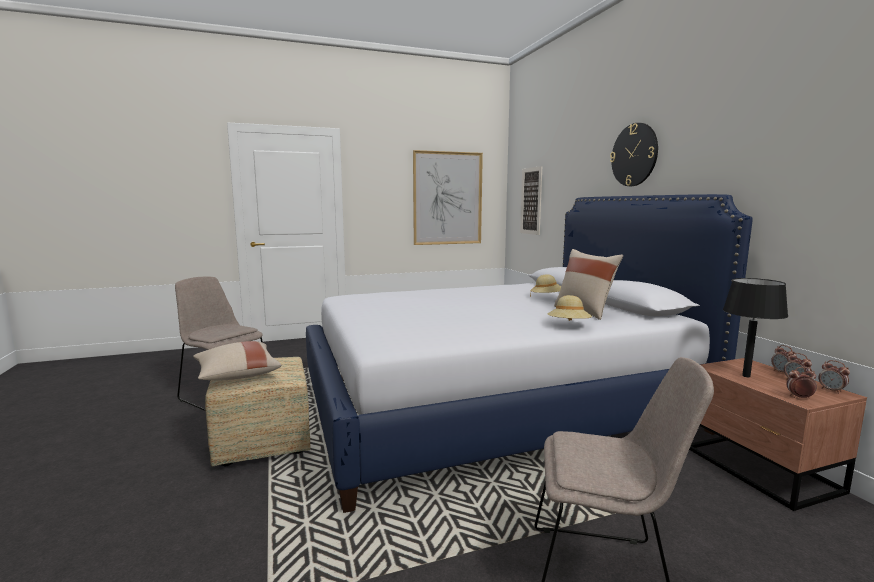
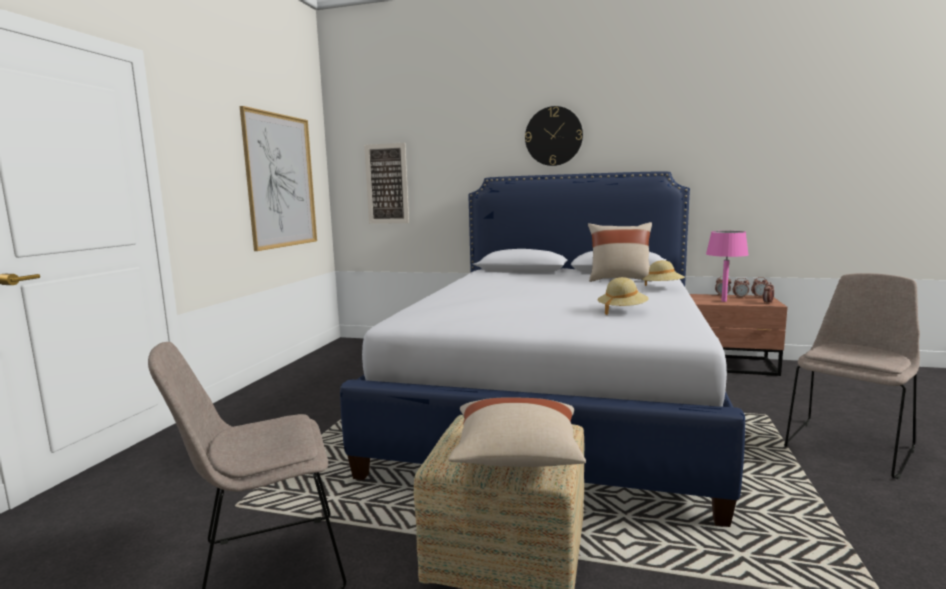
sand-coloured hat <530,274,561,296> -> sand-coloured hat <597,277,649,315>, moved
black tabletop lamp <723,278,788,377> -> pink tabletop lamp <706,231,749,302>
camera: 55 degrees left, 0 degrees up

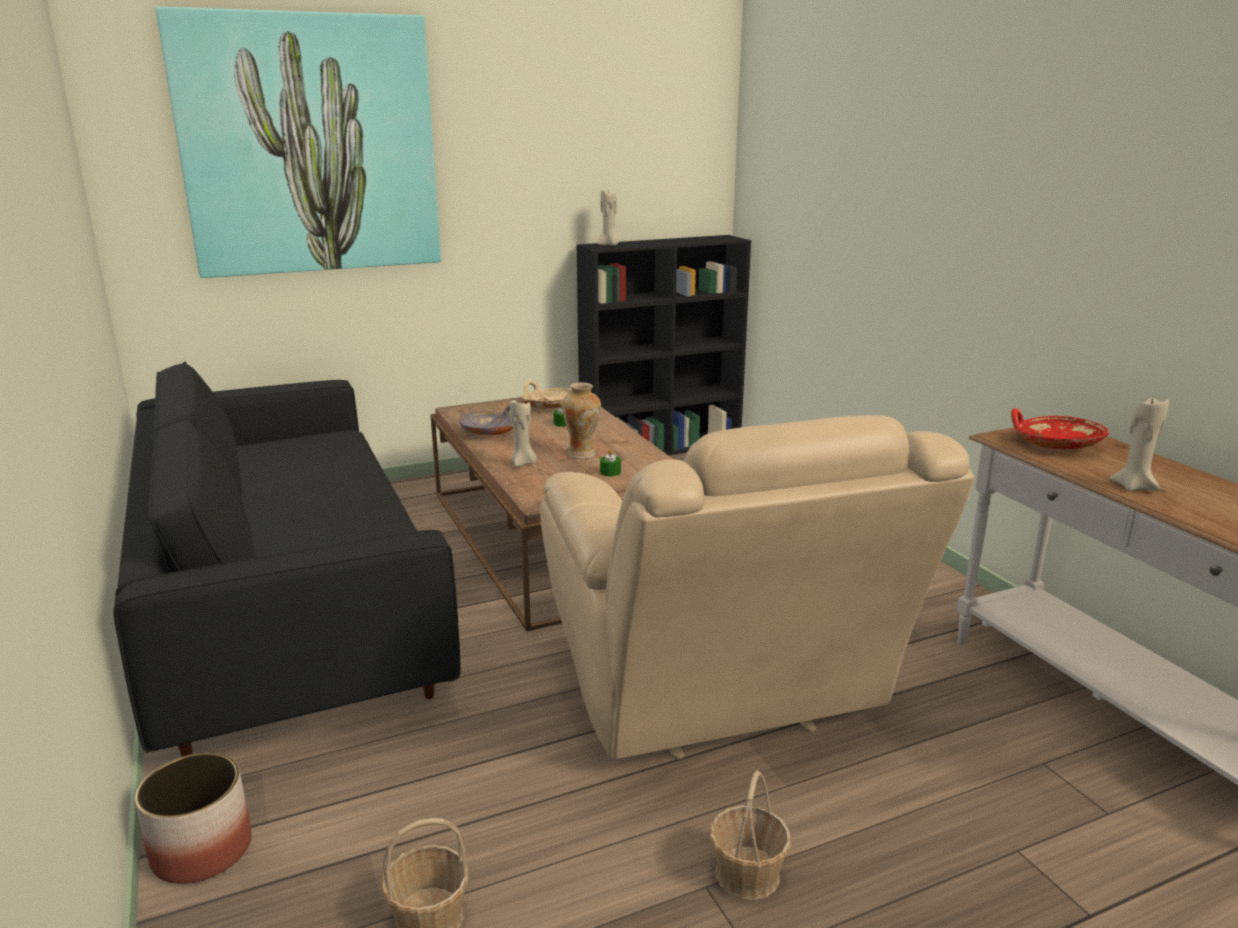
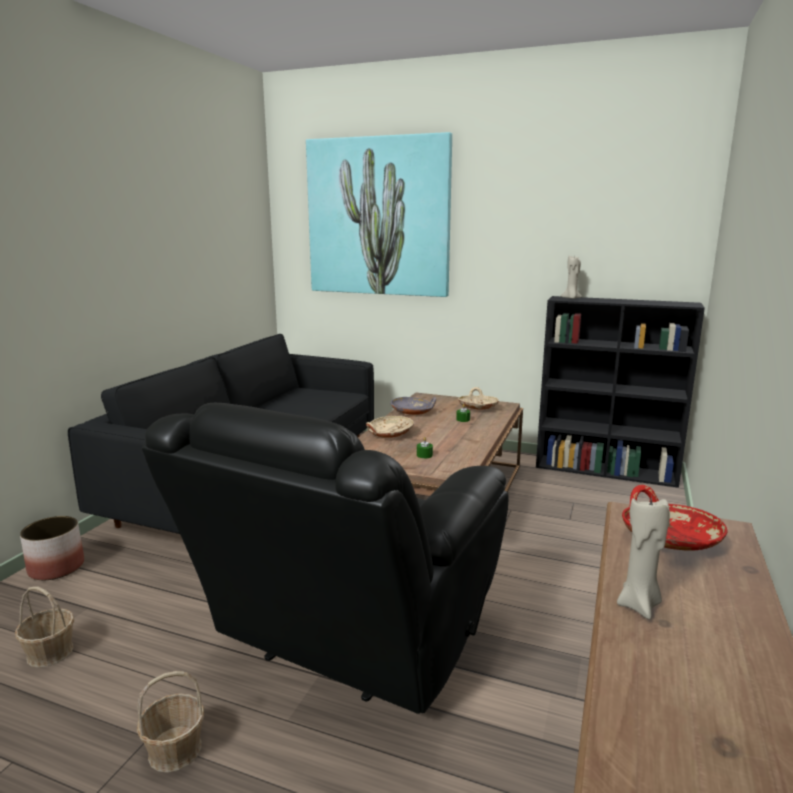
sand-coloured lounge chair <540,415,974,760> -> black lounge chair <142,403,509,714>
sand-coloured wax candle <510,400,537,467> -> sand-coloured serving bowl <366,416,414,438>
flower vase <562,382,601,459> -> none
camera: 45 degrees right, 5 degrees down

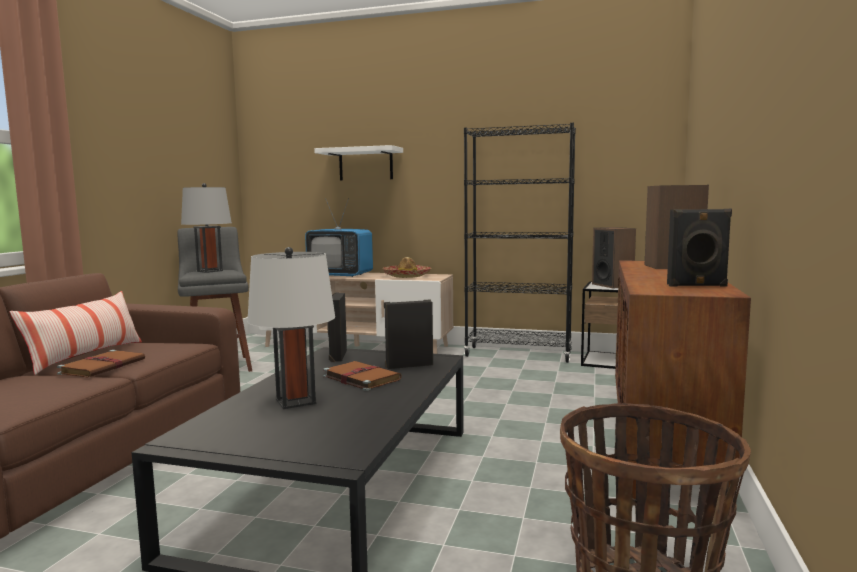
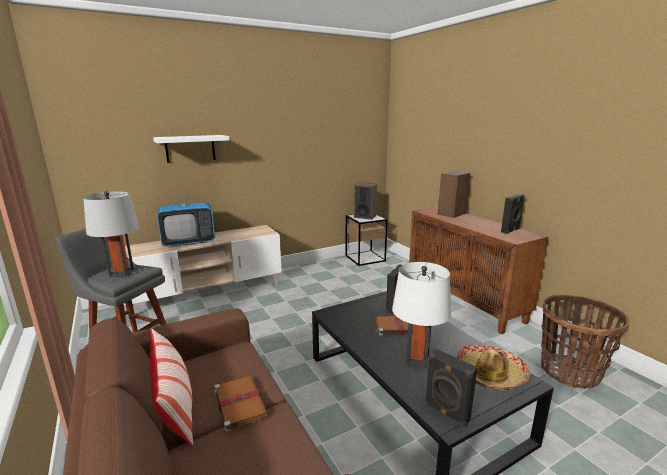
black loudspeaker <328,292,347,362> -> black loudspeaker <425,348,478,427>, moved
hat <382,257,431,278> -> hat <457,344,530,390>, moved
black bookshelf <464,123,576,363> -> none
camera: 45 degrees left, 10 degrees up

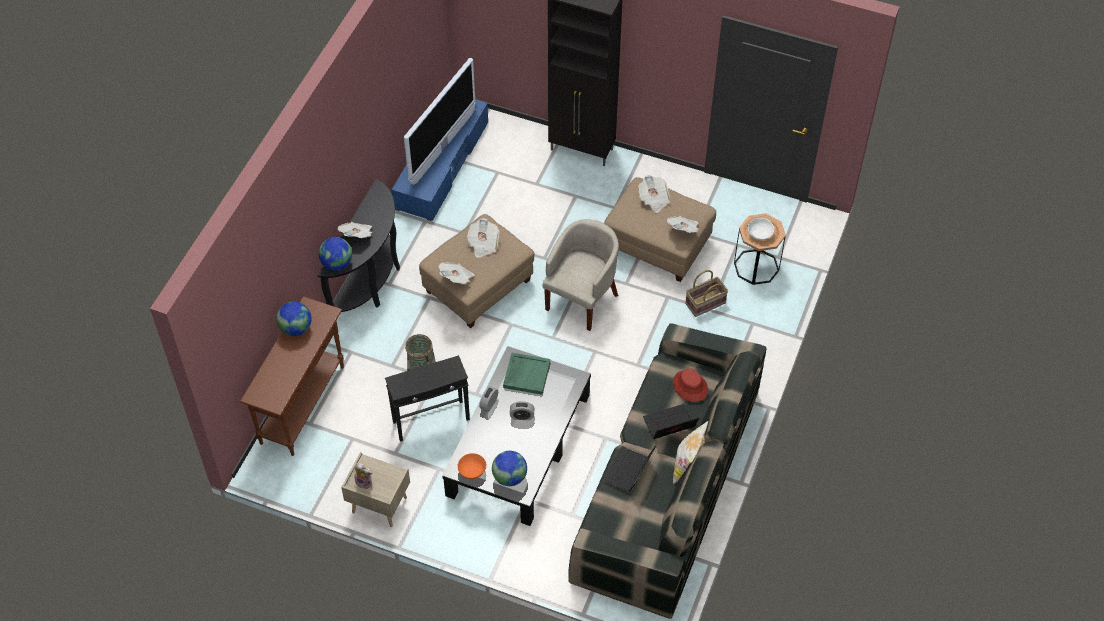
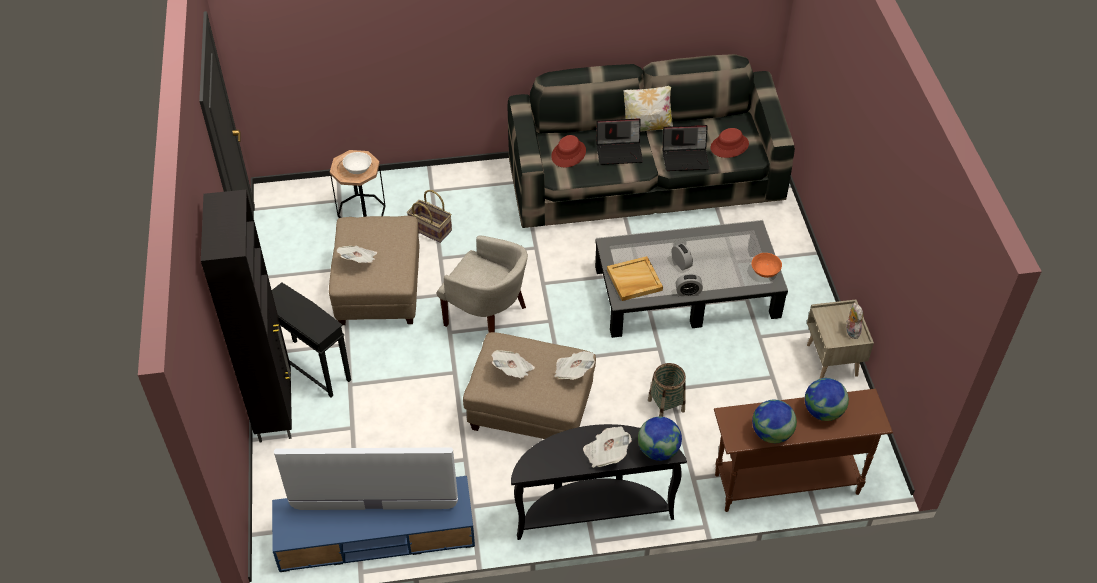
black end table <385,355,470,442> -> black end table <272,283,351,397>, moved
sand-coloured lounge chair <543,219,619,331> -> sand-coloured lounge chair <436,235,528,332>, 150 degrees counterclockwise
laptop <643,404,699,439> -> laptop <596,118,643,165>, 45 degrees counterclockwise
greenish tray <503,353,550,395> -> sand-coloured tray <607,256,663,301>
none -> red-coloured hat <711,128,749,158>
world globe <492,451,527,486> -> world globe <805,378,849,421>, moved
printed paper <667,216,699,233> -> none
camera: 120 degrees left, 5 degrees down

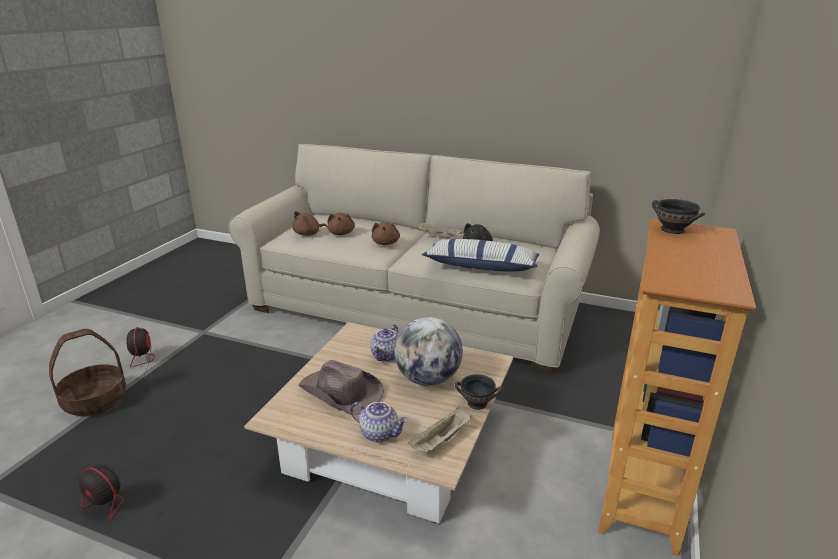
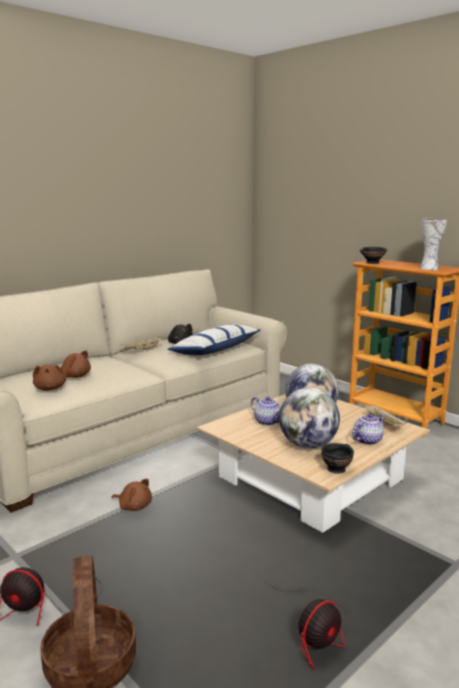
brownish plush toy <372,222,400,245> -> brownish plush toy <112,479,152,511>, moved
brownish hat <299,360,384,415> -> world globe <279,388,340,449>
black serving bowl <455,374,502,410> -> black serving bowl <321,443,354,474>, moved
none -> flower vase <420,219,447,270>
camera: 65 degrees left, 10 degrees down

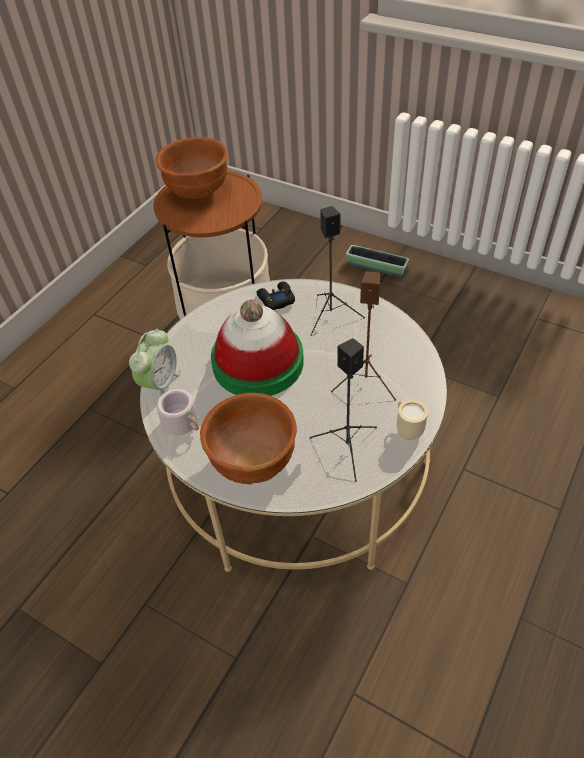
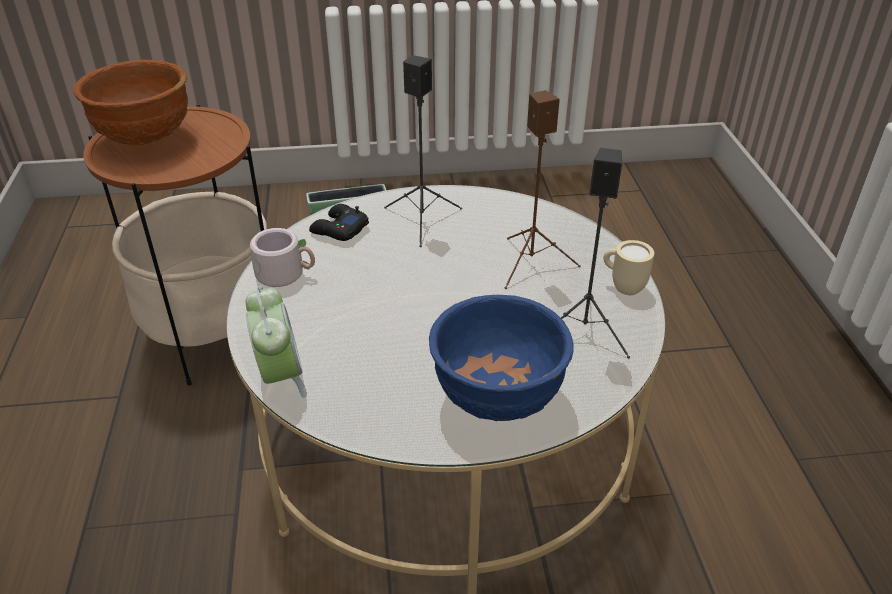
grey tea mug <157,389,199,435> -> grey tea mug <250,228,315,287>, moved
brownish serving bowl <200,393,297,485> -> blue-coloured serving bowl <429,295,574,421>
hat <211,300,304,396> -> none
camera: 40 degrees left, 10 degrees down

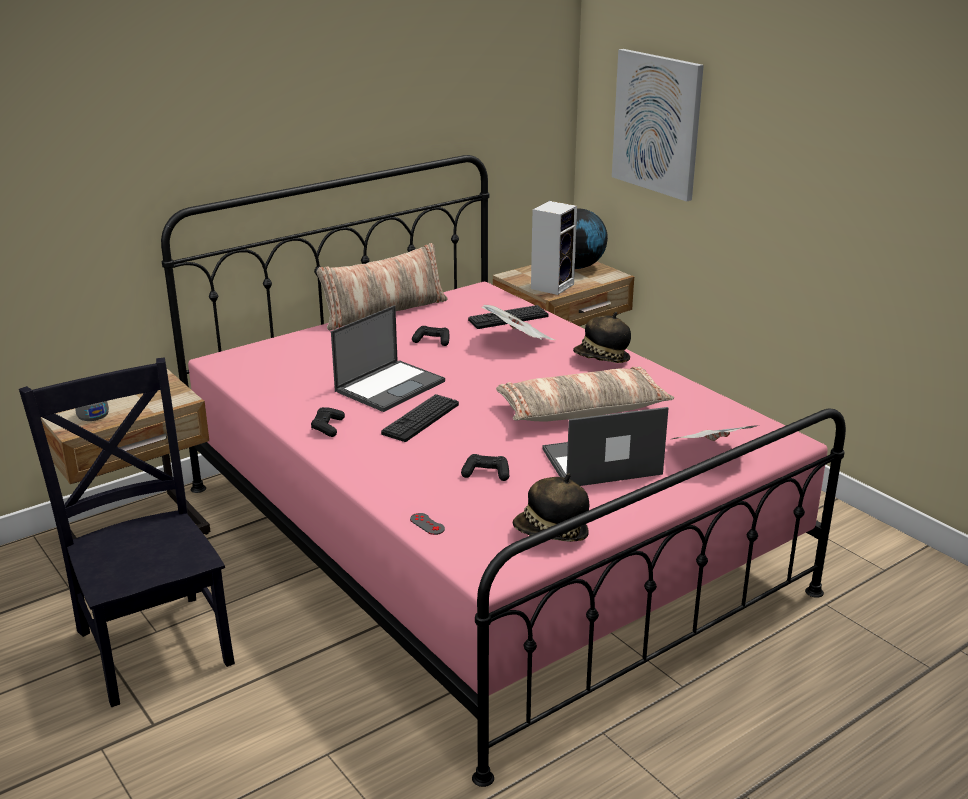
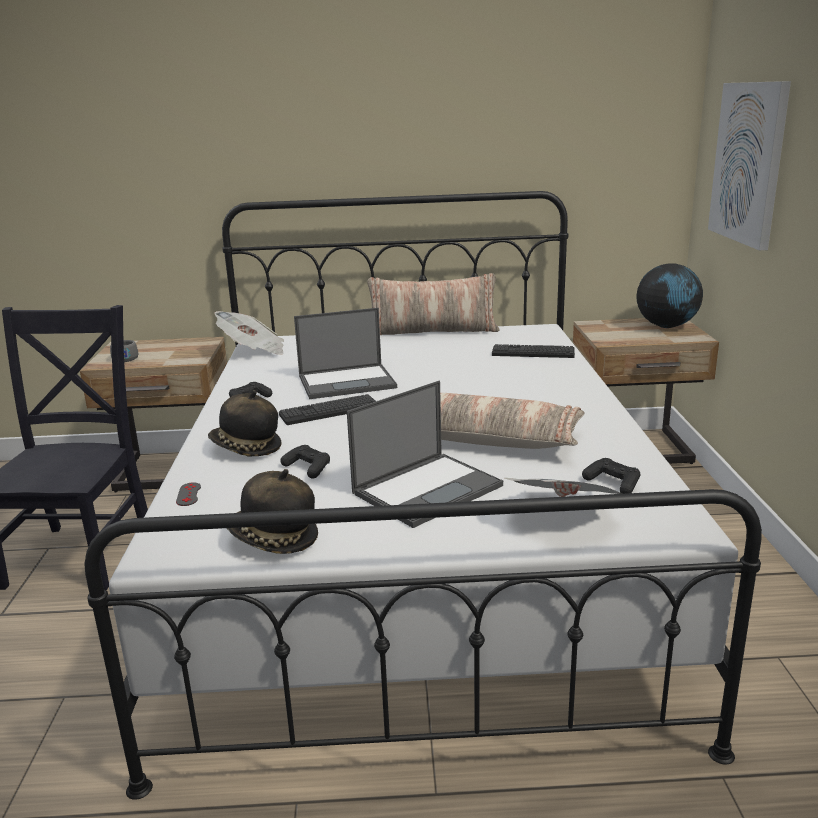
pink bed <161,155,846,787> -> white bed <84,191,762,800>
hat <573,312,631,363> -> hat <208,390,281,456>, moved
printed paper <482,305,556,340> -> printed paper <215,311,284,355>, moved
laptop <543,407,669,486> -> laptop <347,381,503,528>, 120 degrees clockwise
black joypad <412,326,449,346> -> black joypad <582,458,640,494>, moved
loudspeaker <531,201,577,295> -> none
camera: 35 degrees right, 5 degrees down

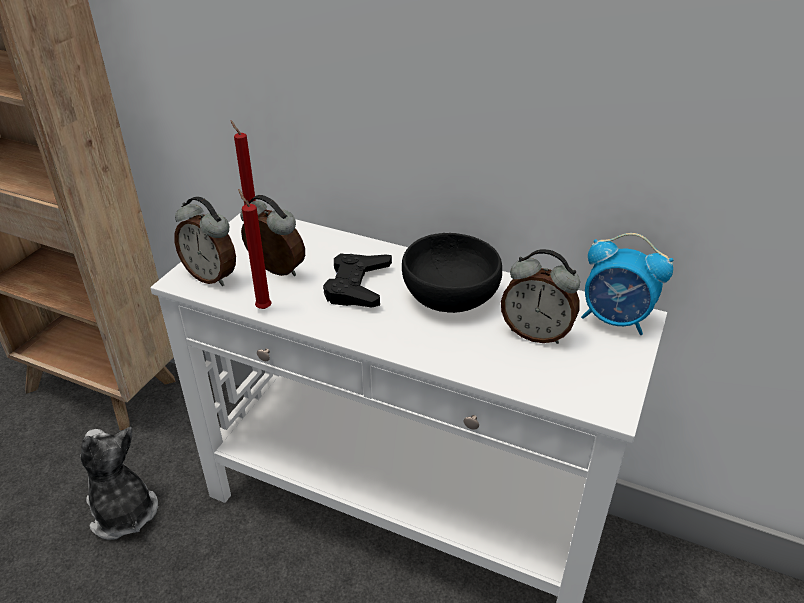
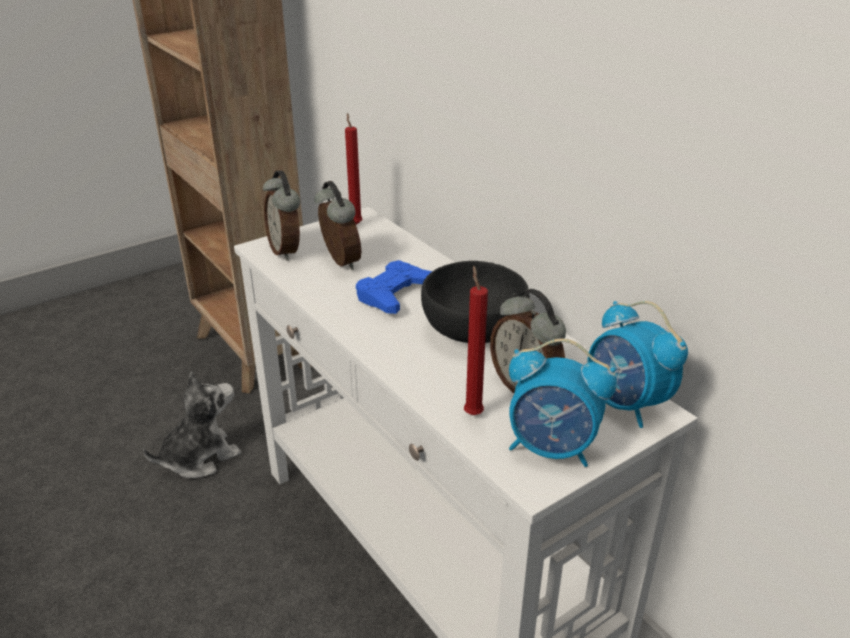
plush toy <80,427,158,540> -> plush toy <143,371,241,478>, 60 degrees clockwise
black joypad <323,253,392,308> -> blue-coloured joypad <356,260,432,314>
red-coloured wax candle <238,189,272,309> -> red-coloured wax candle <464,266,488,415>, moved
none -> bedside clock <509,339,617,467>
camera: 30 degrees right, 5 degrees down

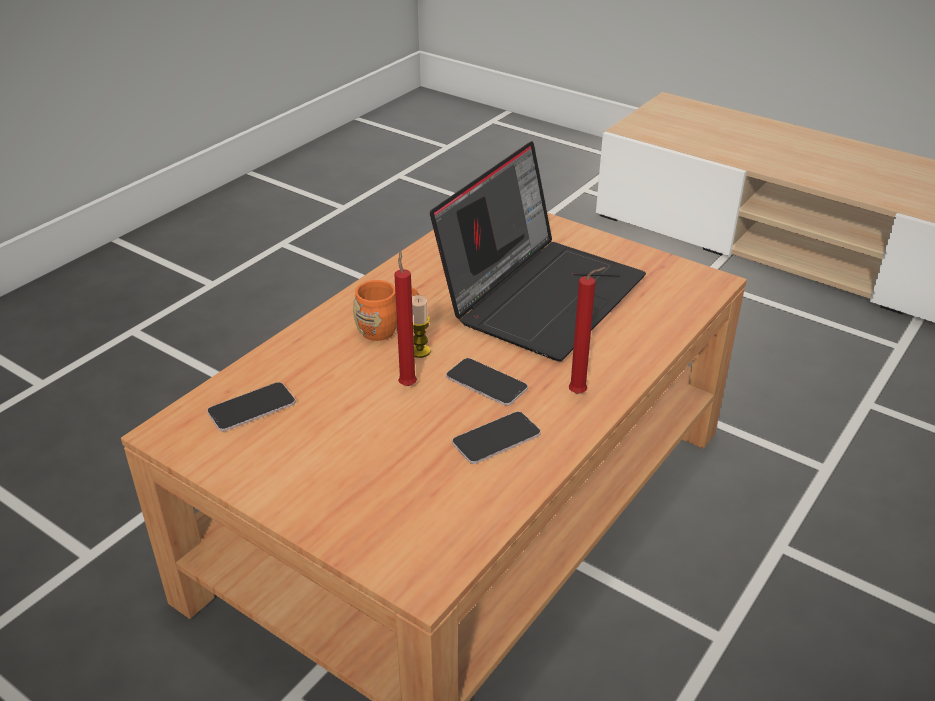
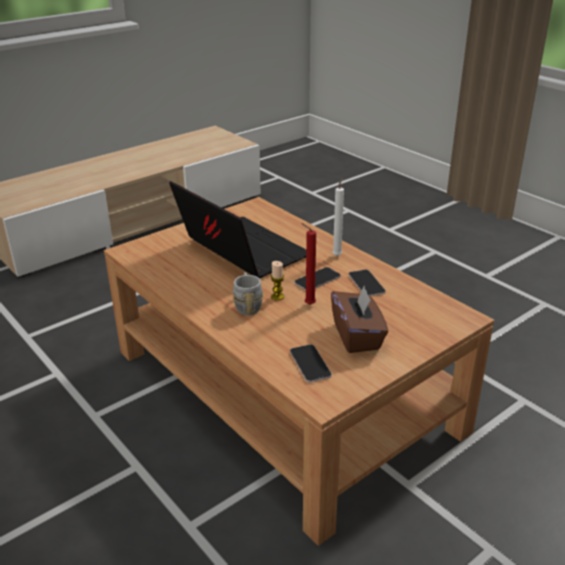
orangey tea mug <353,280,419,341> -> grey tea mug <233,272,263,315>
none -> brownish box of tissues <331,286,388,353>
red-coloured wax candle <569,267,606,394> -> white wax candle <332,178,344,256>
camera: 75 degrees left, 5 degrees down

